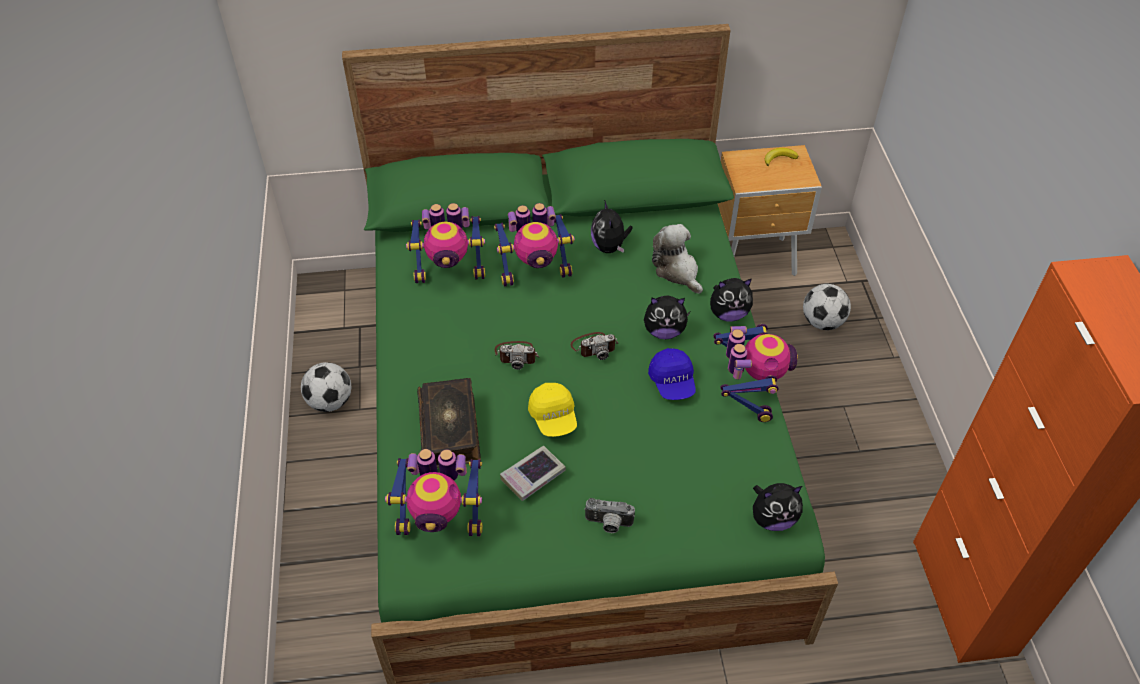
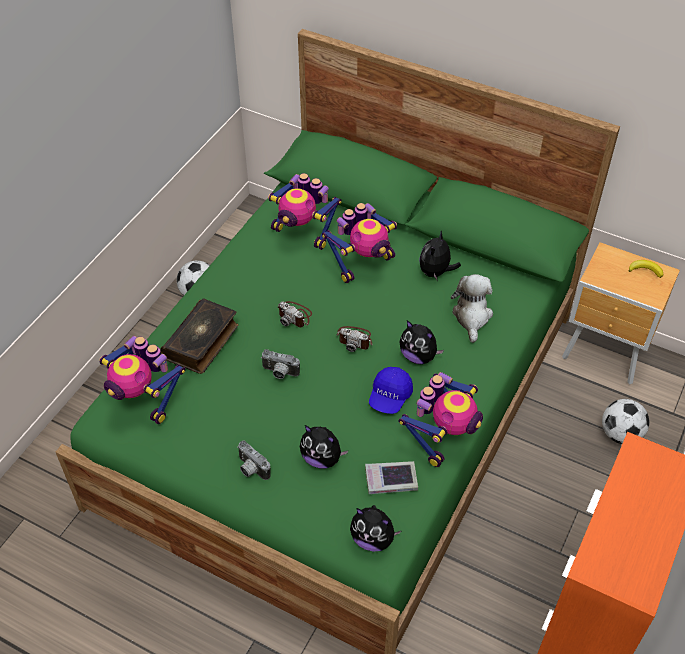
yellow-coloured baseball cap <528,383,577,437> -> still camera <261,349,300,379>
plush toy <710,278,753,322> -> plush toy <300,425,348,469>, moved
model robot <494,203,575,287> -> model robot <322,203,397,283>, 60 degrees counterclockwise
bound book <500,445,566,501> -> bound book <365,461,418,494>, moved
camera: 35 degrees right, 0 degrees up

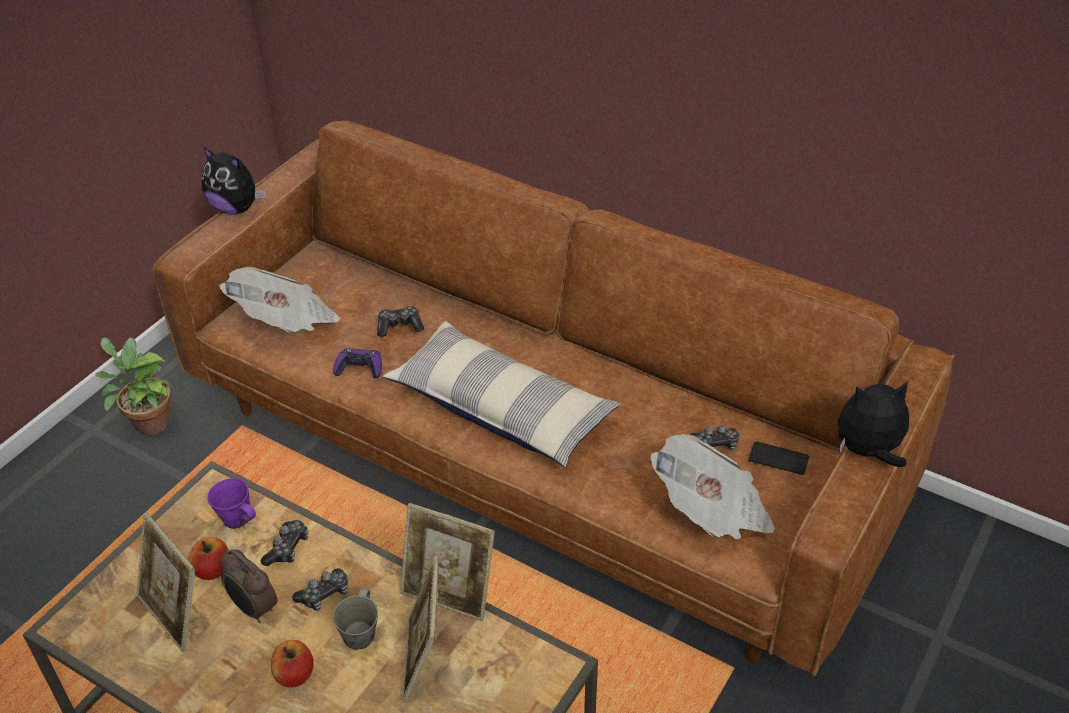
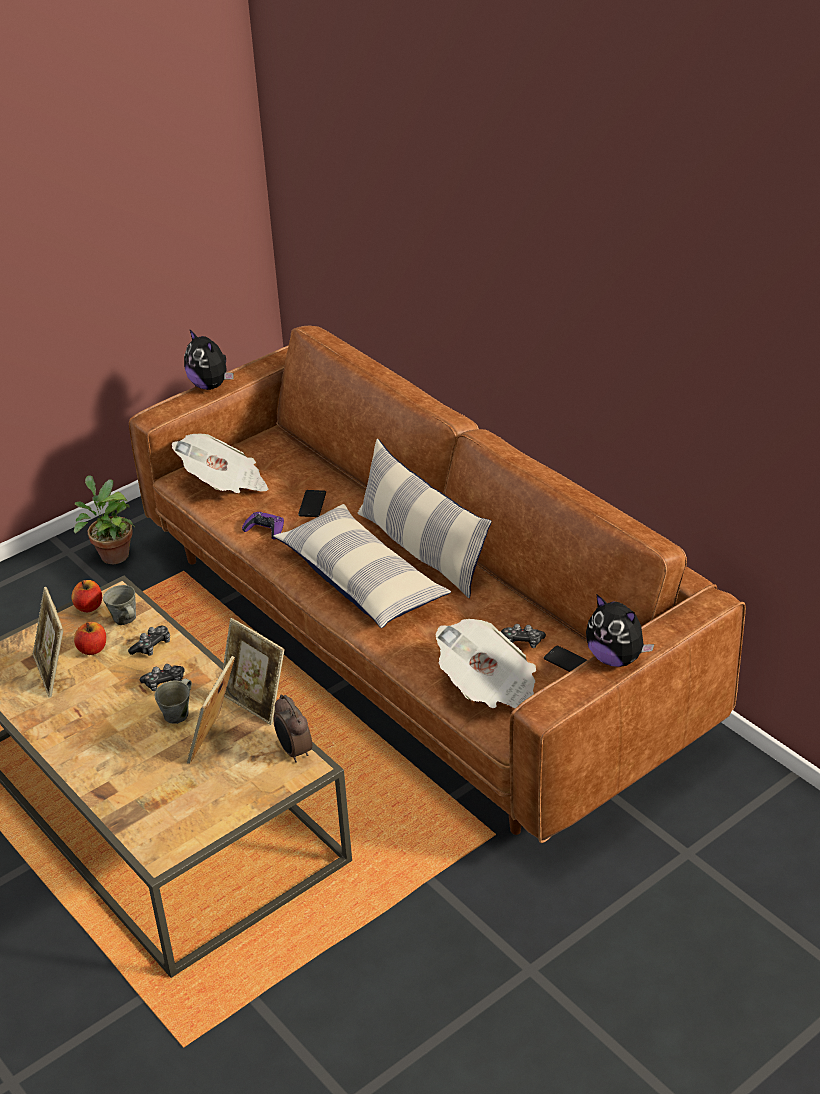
apple <271,640,314,687> -> apple <72,580,102,612>, moved
purple-coloured tea mug <207,478,256,529> -> grey tea mug <103,585,136,625>
bedside clock <221,549,277,623> -> bedside clock <273,694,312,763>, moved
joypad <377,305,424,337> -> phone <298,490,326,517>
none -> pillow <358,439,492,598>
plush toy <838,381,909,467> -> plush toy <586,595,654,667>, 150 degrees counterclockwise
camera: 20 degrees right, 5 degrees down

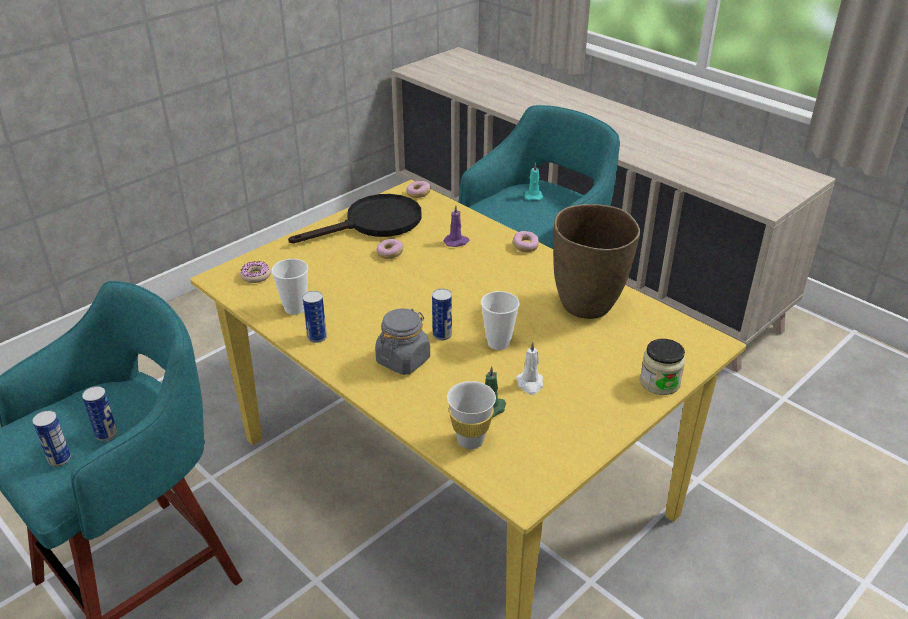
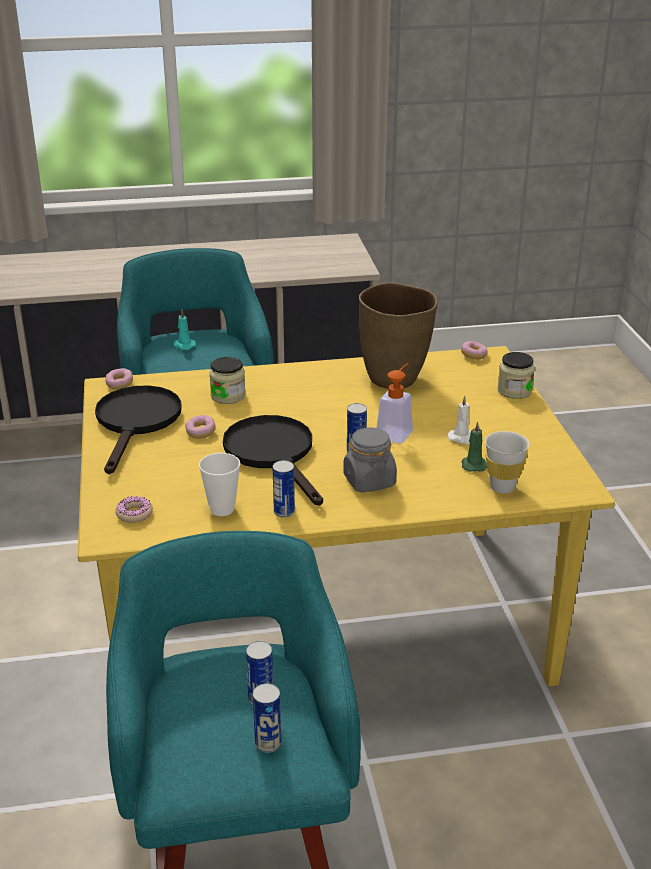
purple-coloured wax candle <444,206,470,247> -> storage jar <209,357,246,404>
none -> black skillet <223,415,323,506>
drinking cup <481,291,520,350> -> liquid soap bottle <376,363,413,443>
donut <513,231,539,252> -> donut <461,341,488,360>, moved
camera: 55 degrees left, 5 degrees down

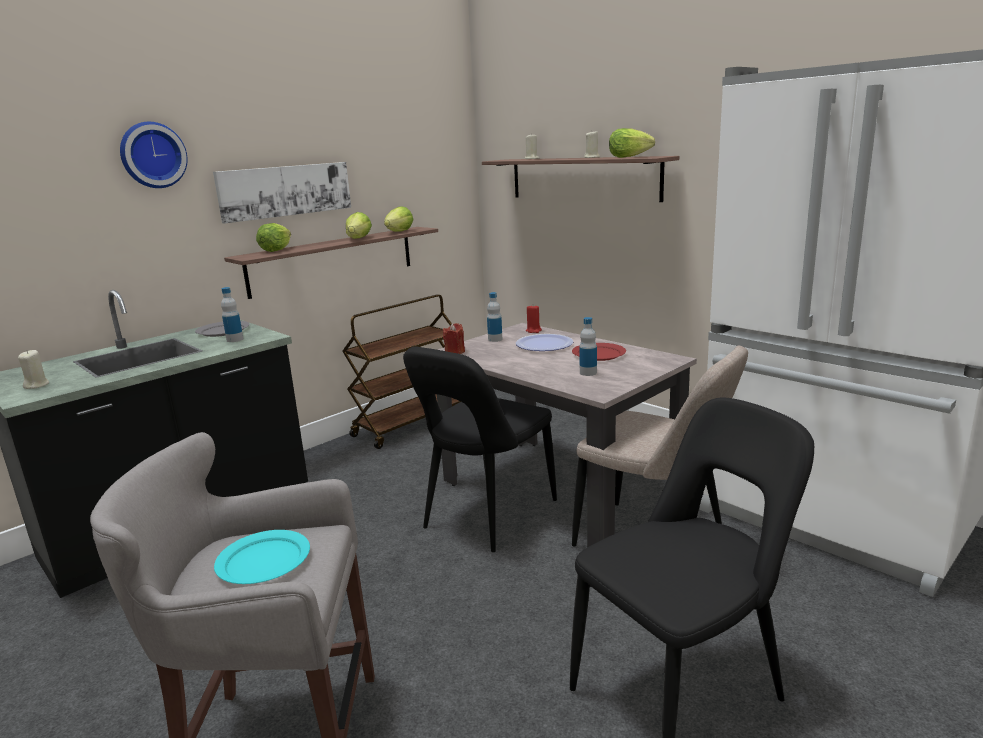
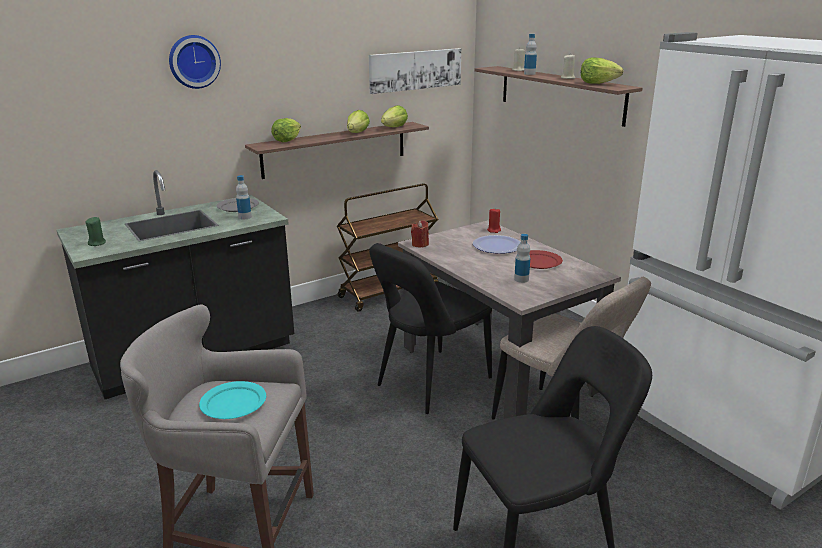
sand-coloured wax candle <18,350,49,389> -> greenish wax candle <85,217,106,246>
wall art <213,162,351,224> -> wall art <369,48,461,94>, moved
drink bottle <487,292,502,342> -> drink bottle <524,34,537,75>, moved
camera: 10 degrees right, 5 degrees up

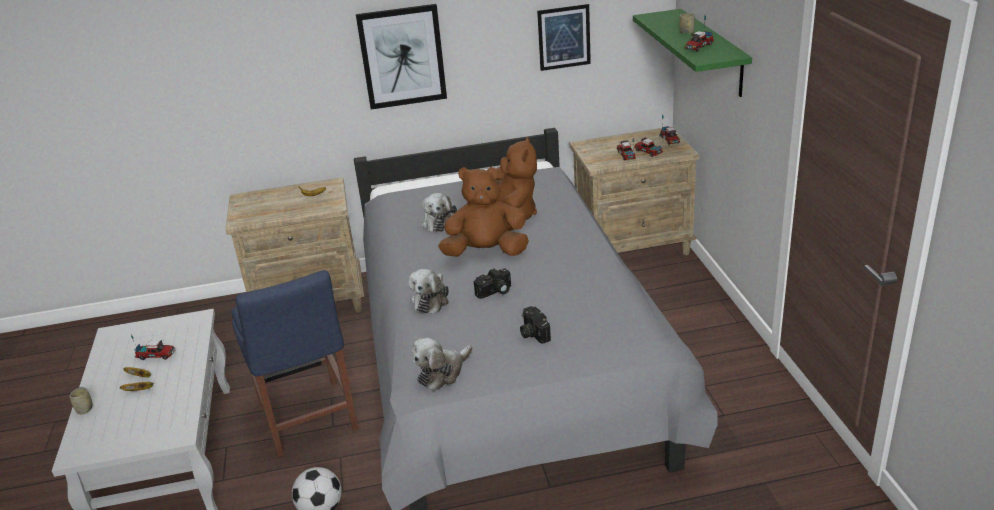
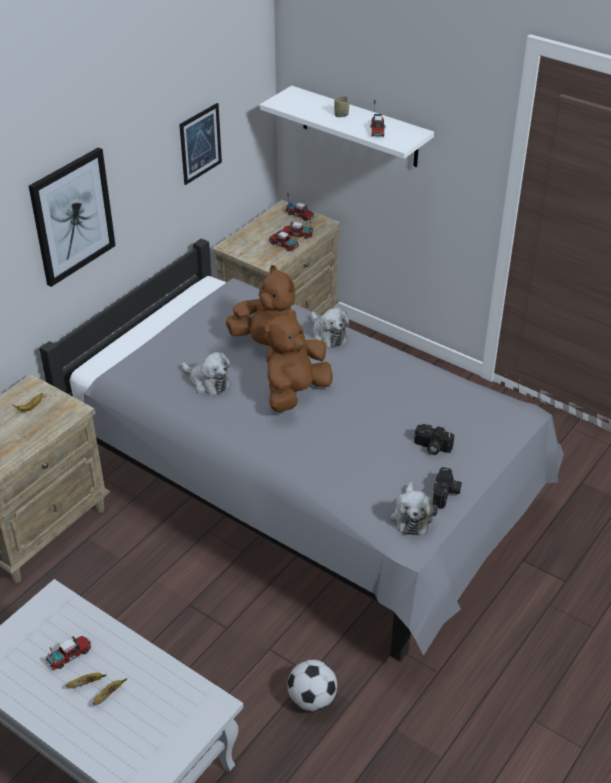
greenish shelf <633,9,752,97> -> white shelf <260,86,434,167>
plush toy <408,269,449,313> -> plush toy <311,308,350,348>, moved
still camera <474,269,511,299> -> still camera <433,467,462,509>, moved
drinking cup <69,387,93,414> -> none
blue-coloured plain chair <231,270,359,457> -> none
camera: 45 degrees left, 10 degrees up

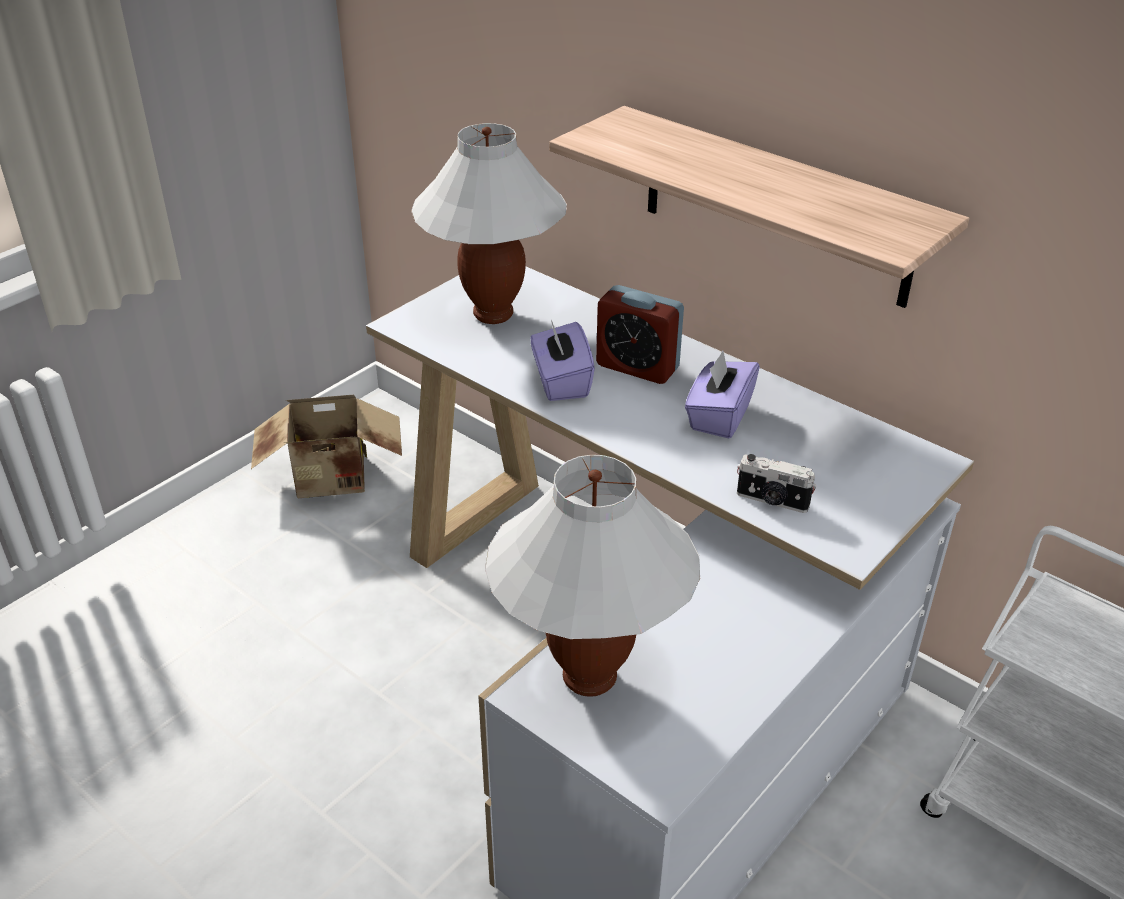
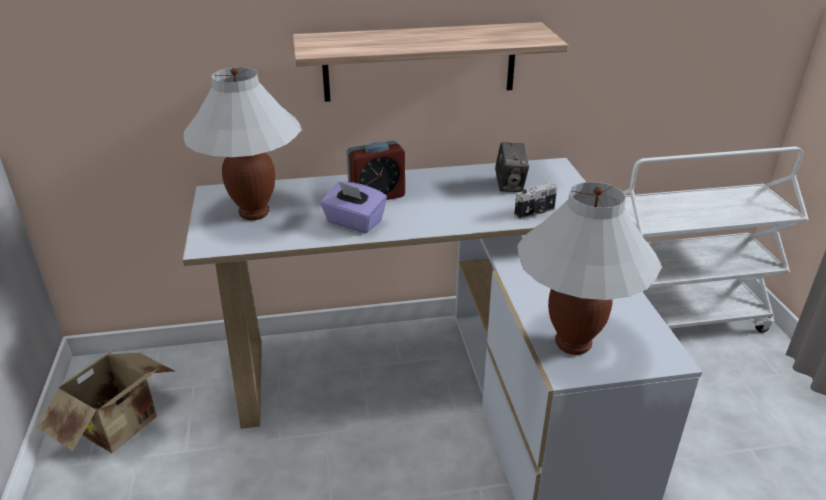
none -> still camera <495,142,529,192>
purple-coloured box of tissues <685,351,760,438> -> none
camera: 50 degrees left, 5 degrees down

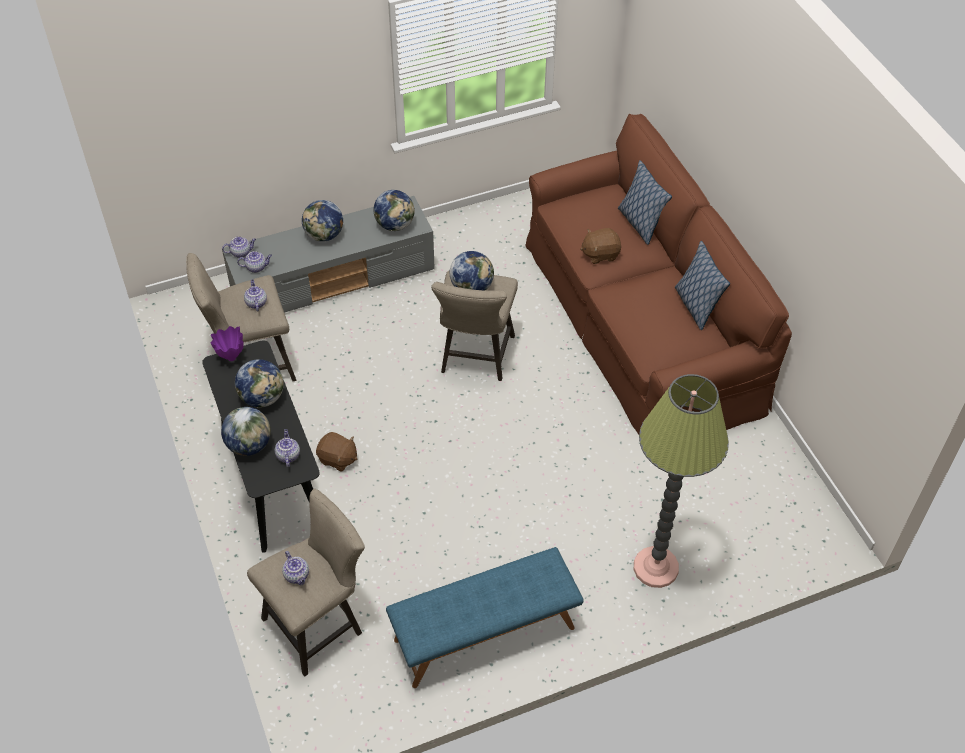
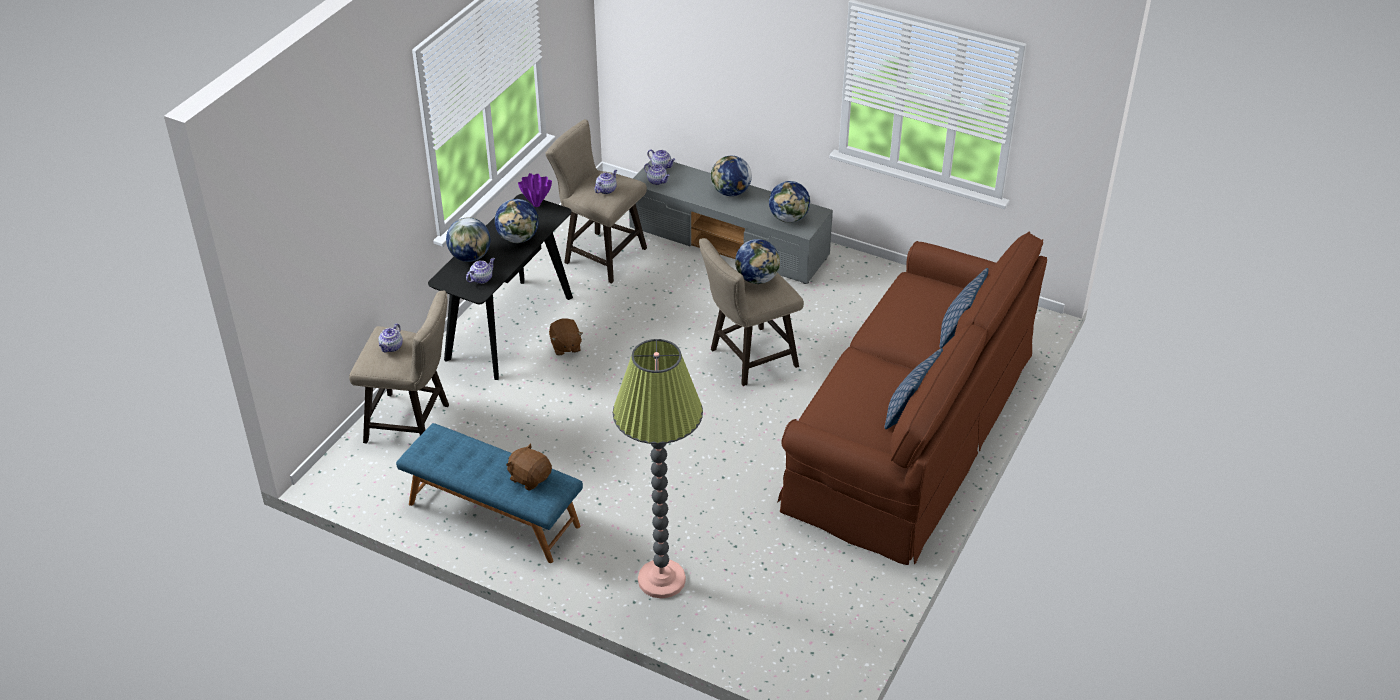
brownish plush toy <580,228,621,264> -> brownish plush toy <506,443,552,490>, moved
camera: 50 degrees right, 10 degrees down

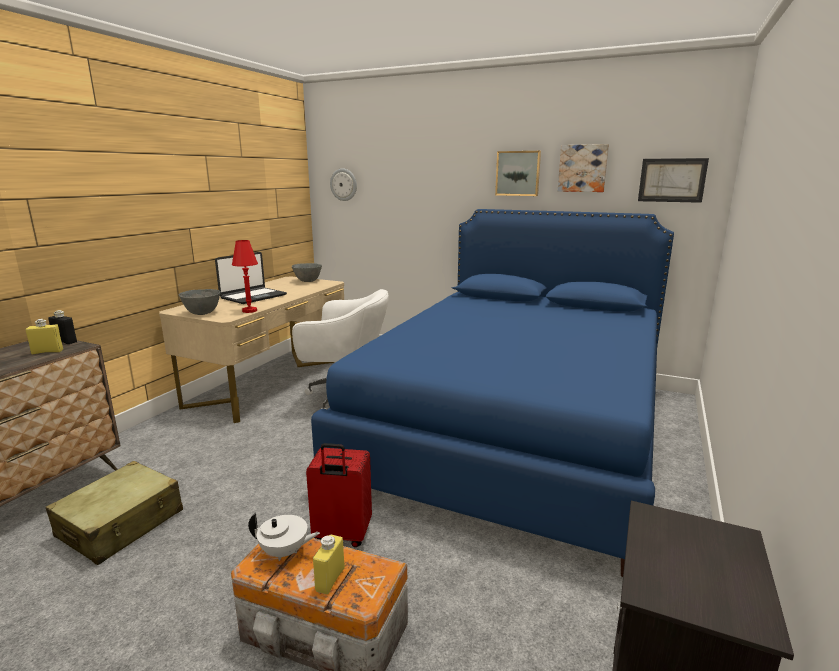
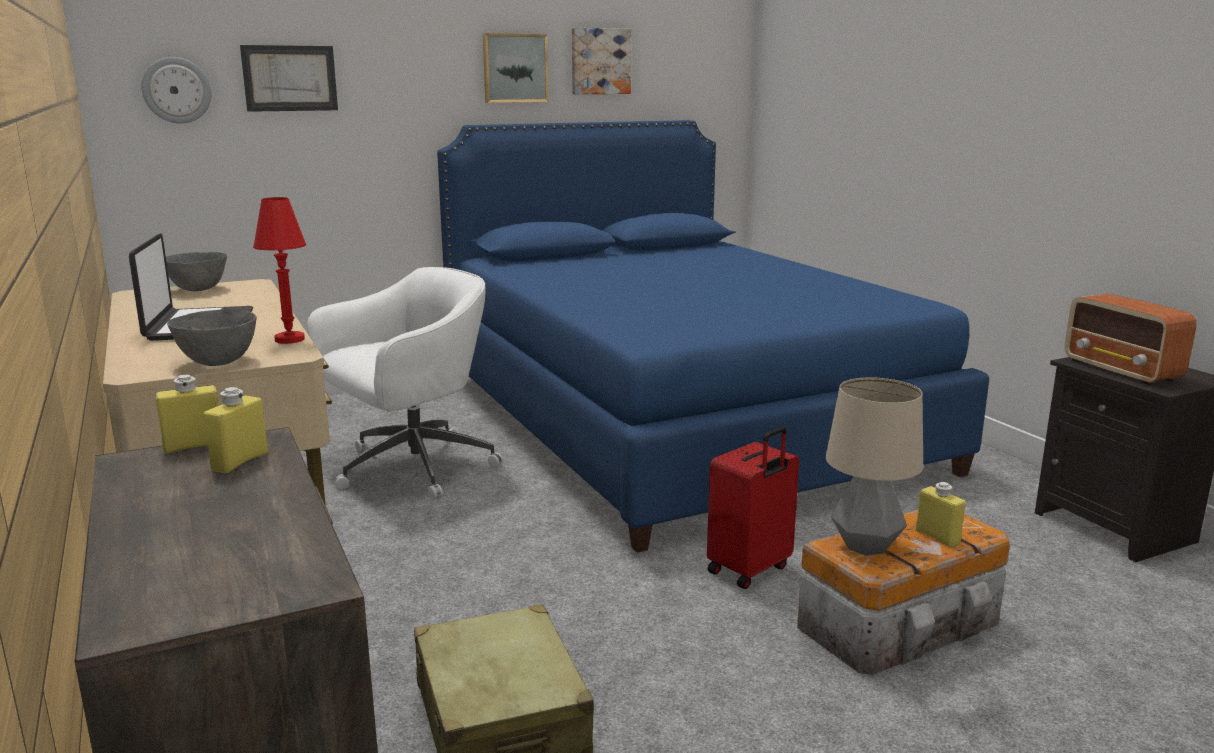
black drink bottle <48,310,77,344> -> yellow-coloured drink bottle <156,375,219,454>
wall art <638,158,709,203> -> wall art <240,45,338,112>, moved
white pot for tea <248,513,320,561> -> tabletop lamp <826,377,923,556>
none -> radio <1065,294,1197,385>
camera: 50 degrees left, 0 degrees up

